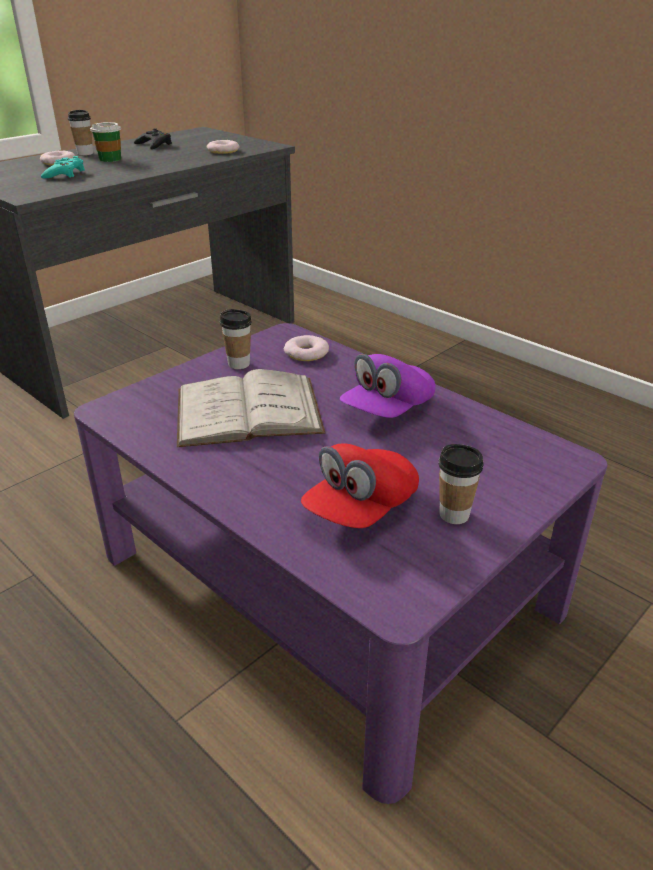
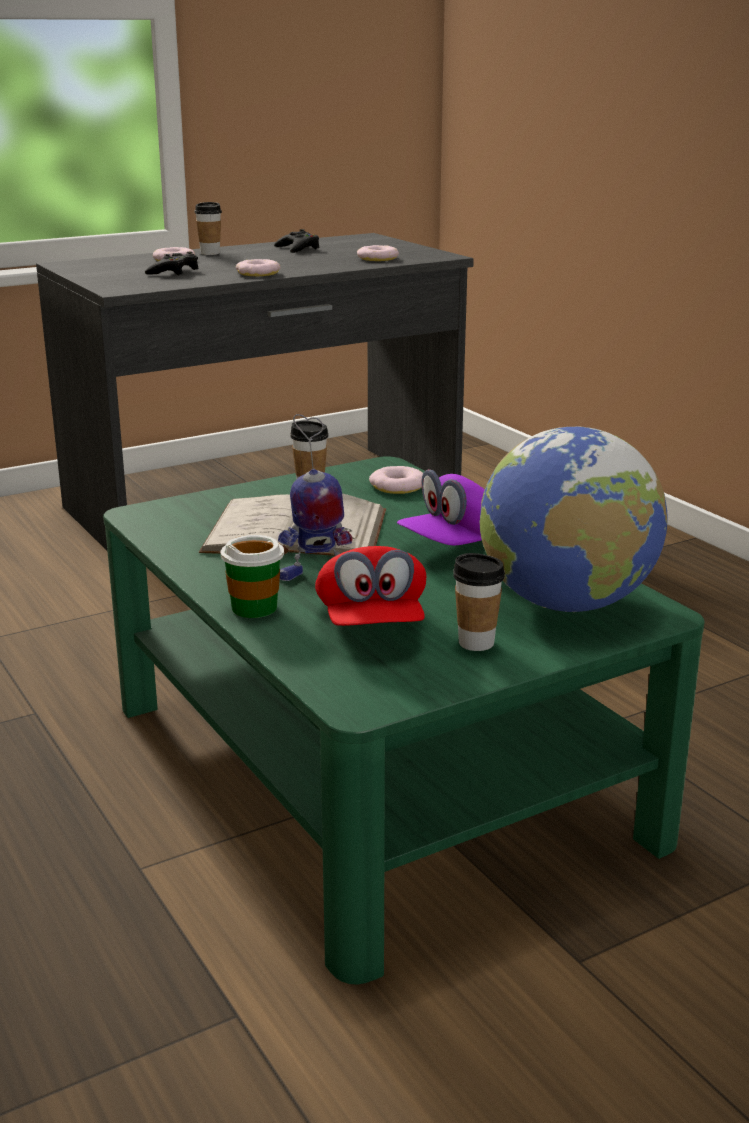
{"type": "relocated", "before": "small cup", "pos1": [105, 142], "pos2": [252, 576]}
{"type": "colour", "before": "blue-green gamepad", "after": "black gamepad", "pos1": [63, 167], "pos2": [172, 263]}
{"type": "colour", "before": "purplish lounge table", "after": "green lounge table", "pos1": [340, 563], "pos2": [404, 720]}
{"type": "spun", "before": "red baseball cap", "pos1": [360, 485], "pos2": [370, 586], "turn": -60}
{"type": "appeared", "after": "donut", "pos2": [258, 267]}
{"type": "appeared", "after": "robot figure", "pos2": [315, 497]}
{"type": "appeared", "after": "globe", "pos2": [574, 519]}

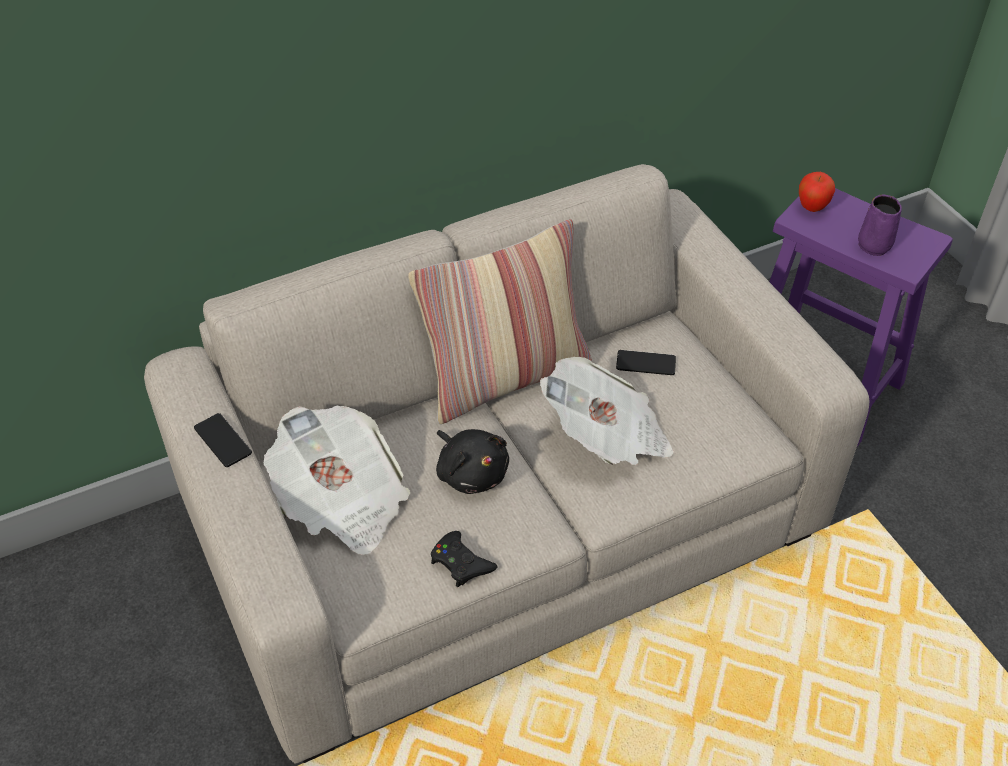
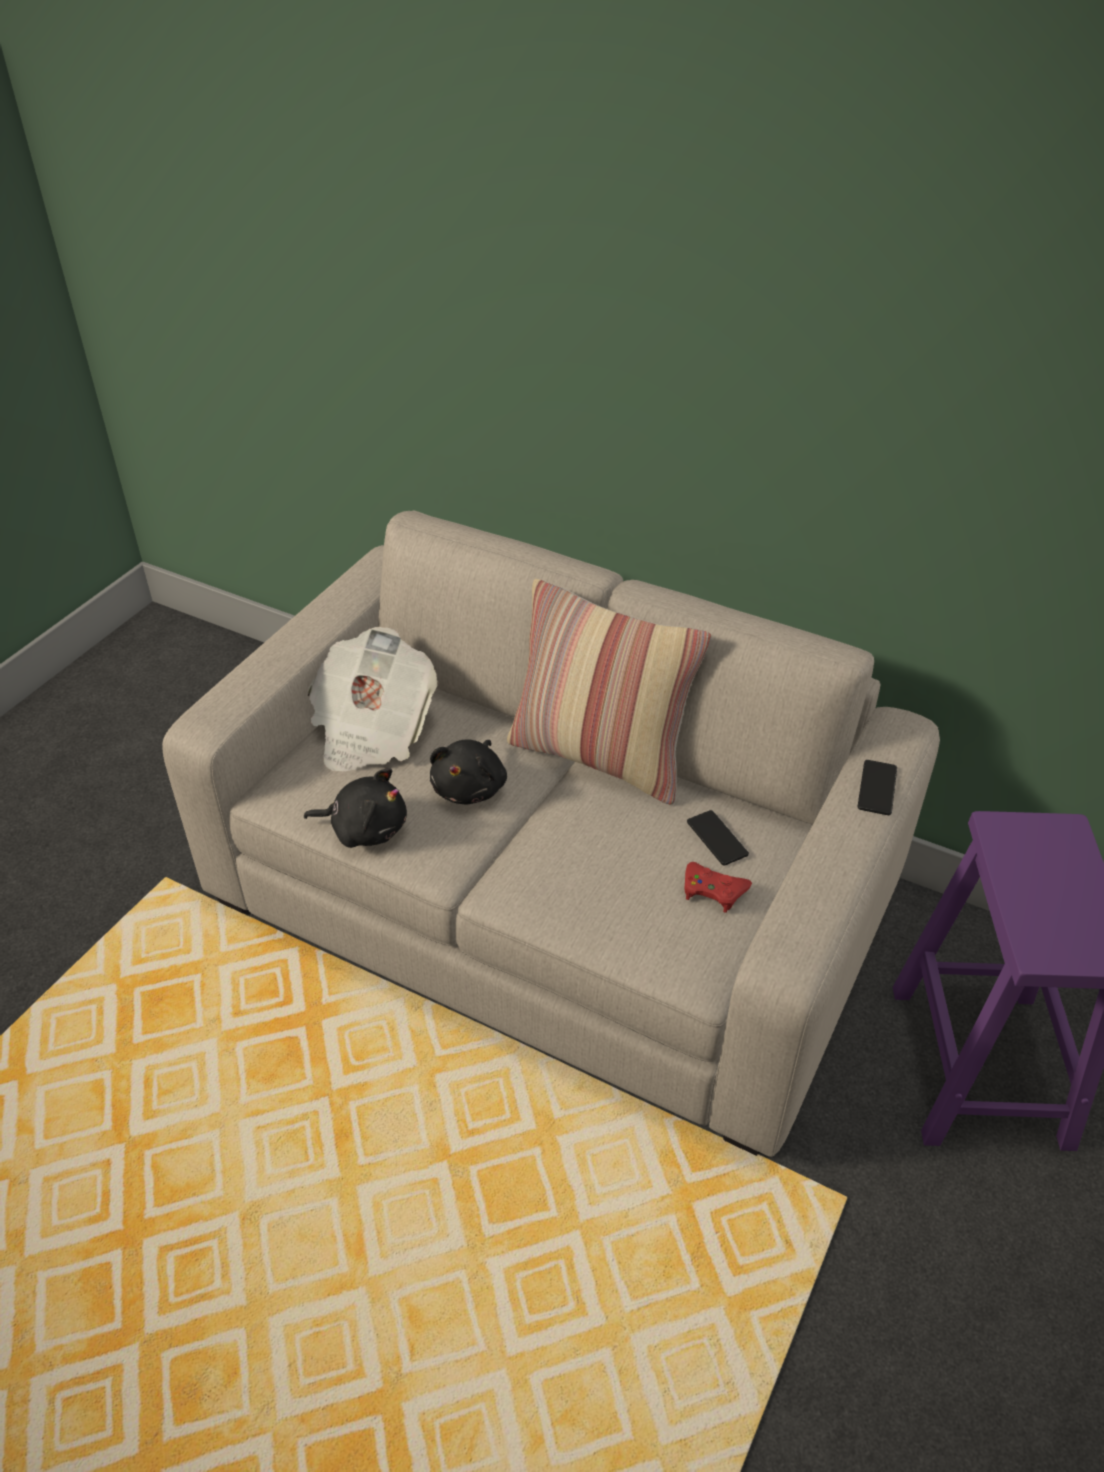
{"type": "missing", "before": "whole apple", "pos1": [817, 192]}
{"type": "missing", "before": "purplish mug", "pos1": [880, 225]}
{"type": "missing", "before": "printed paper", "pos1": [607, 411]}
{"type": "relocated", "before": "handset", "pos1": [223, 440], "pos2": [877, 787]}
{"type": "exchanged", "before": "black gamepad", "after": "black cuddly toy", "pos1": [464, 559], "pos2": [355, 808]}
{"type": "appeared", "after": "red gamepad", "pos2": [718, 887]}

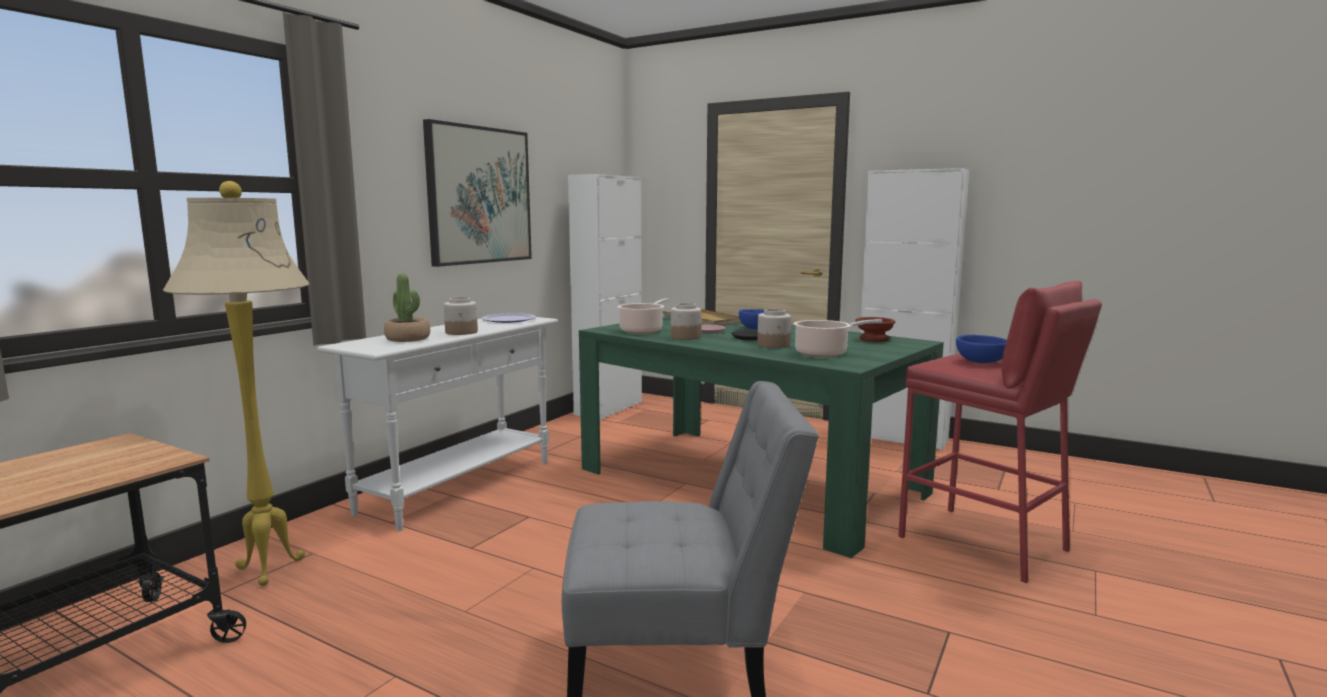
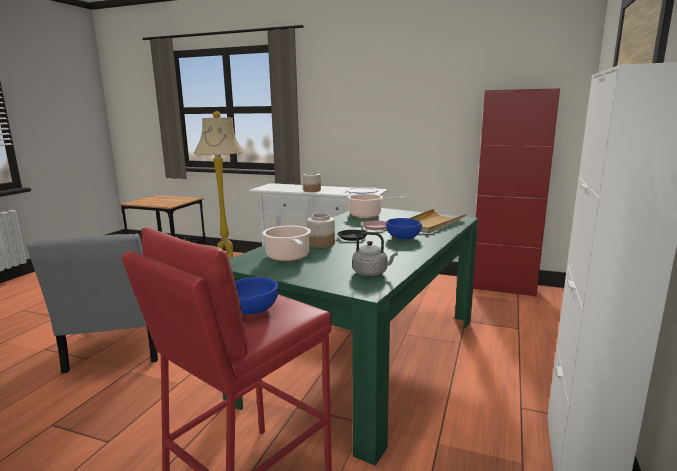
{"type": "missing", "before": "picture", "pos1": [477, 193]}
{"type": "colour", "before": "whitish storage cabinet", "after": "red storage cabinet", "pos1": [605, 297], "pos2": [516, 192]}
{"type": "missing", "before": "houseplant", "pos1": [407, 308]}
{"type": "missing", "before": "preserve jar", "pos1": [686, 321]}
{"type": "exchanged", "before": "brown-coloured bowl", "after": "gray tea kettle", "pos1": [875, 329], "pos2": [375, 254]}

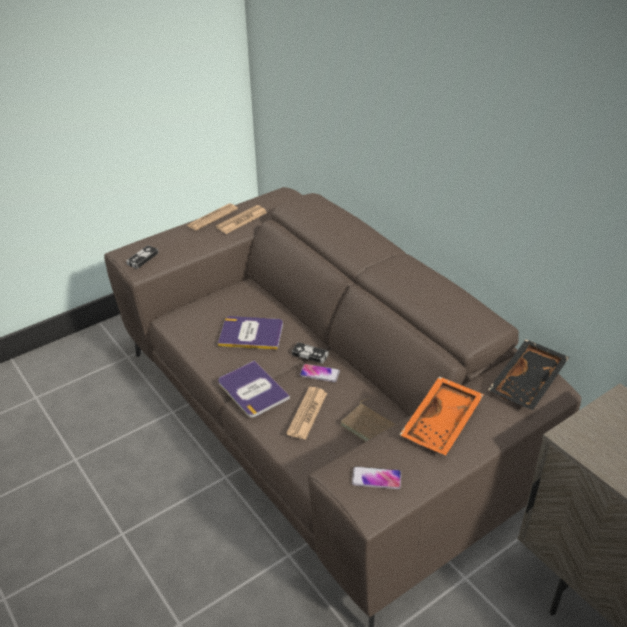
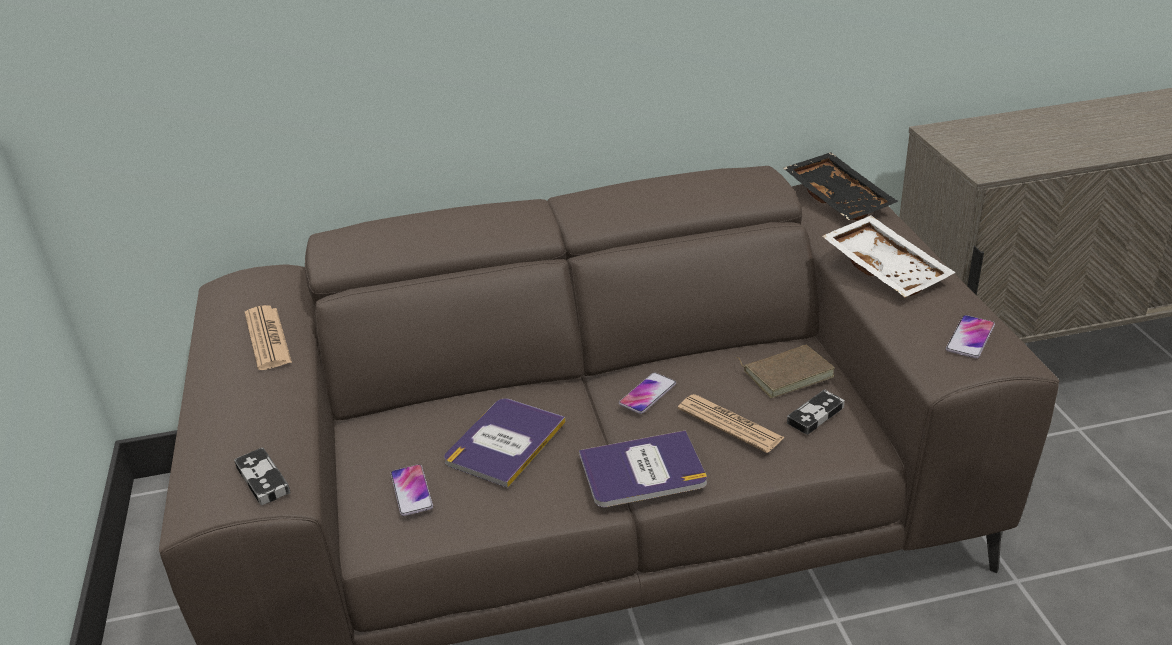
{"type": "missing", "before": "printed paper", "pos1": [212, 217]}
{"type": "relocated", "before": "gamepad", "pos1": [310, 353], "pos2": [816, 412]}
{"type": "colour", "before": "orange tray", "after": "whitish tray", "pos1": [442, 415], "pos2": [889, 256]}
{"type": "appeared", "after": "handset", "pos2": [412, 490]}

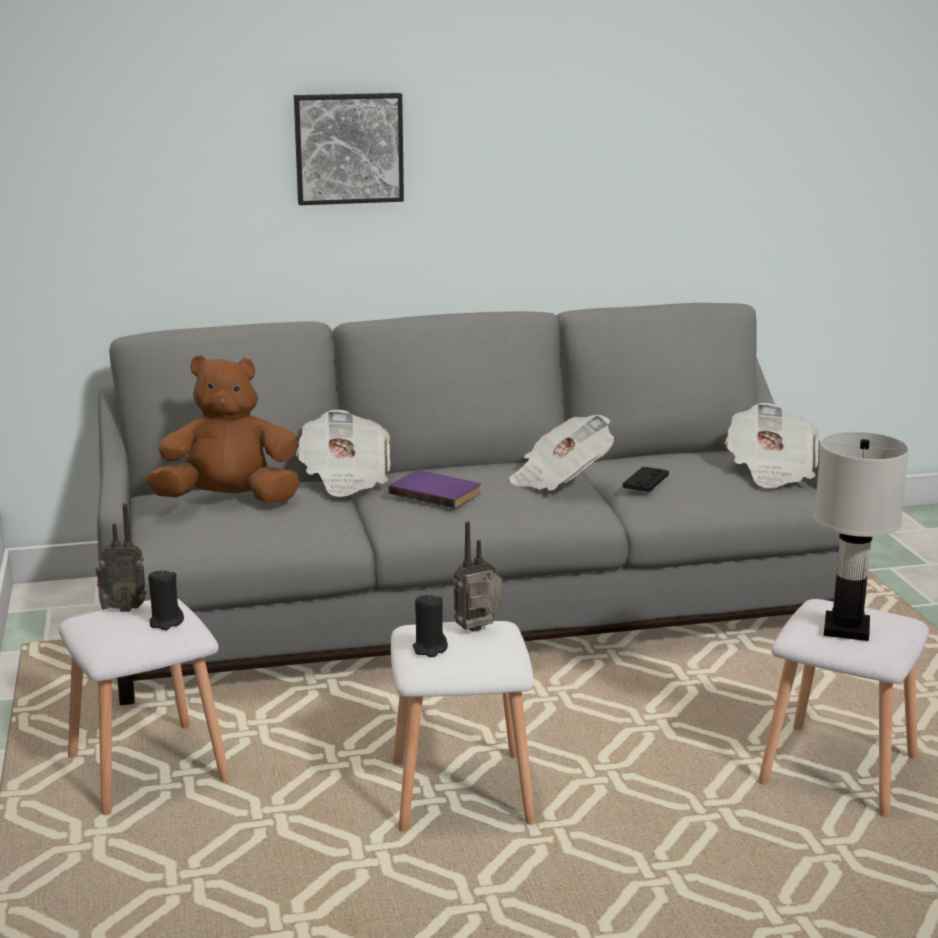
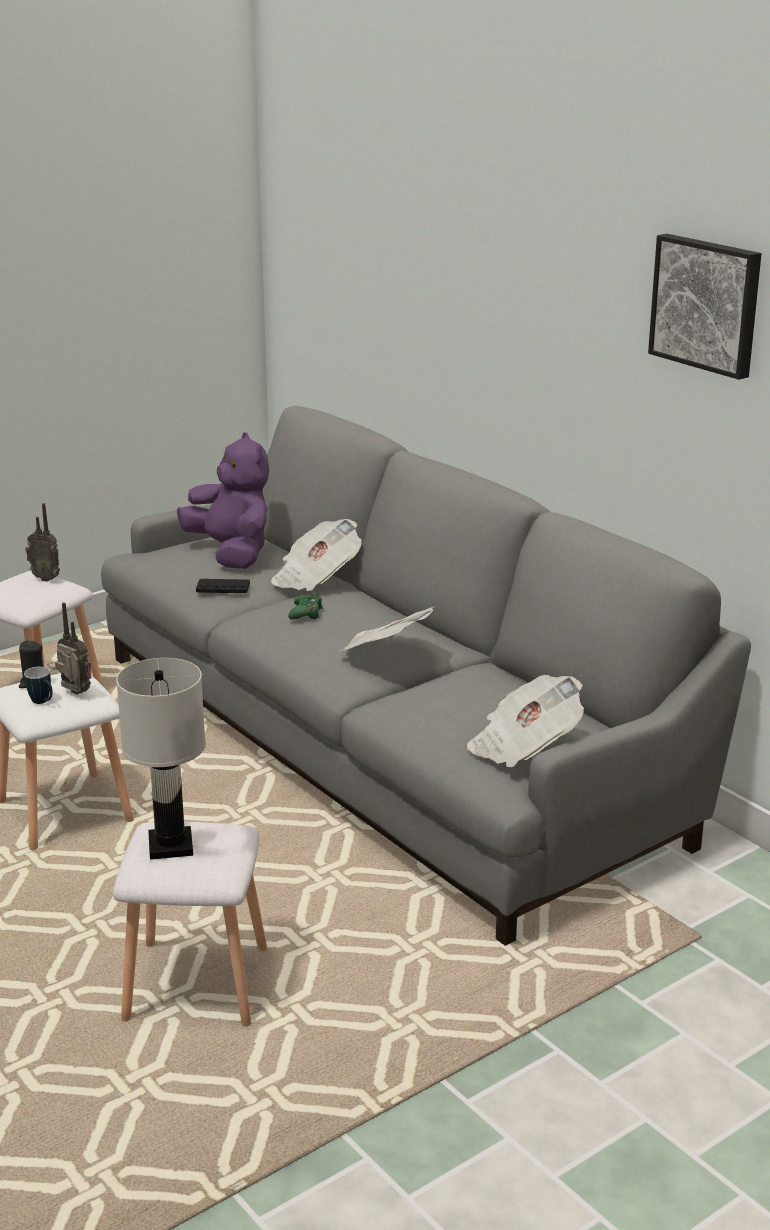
{"type": "relocated", "before": "picture", "pos1": [349, 149], "pos2": [705, 307]}
{"type": "colour", "before": "brown-coloured cuddly toy", "after": "purplish cuddly toy", "pos1": [223, 429], "pos2": [223, 500]}
{"type": "relocated", "before": "black gamepad", "pos1": [646, 479], "pos2": [223, 586]}
{"type": "exchanged", "before": "purplish book", "after": "green gamepad", "pos1": [434, 489], "pos2": [305, 606]}
{"type": "spun", "before": "radio set", "pos1": [121, 557], "pos2": [43, 542], "turn": -45}
{"type": "missing", "before": "black wax light", "pos1": [166, 599]}
{"type": "appeared", "after": "mug", "pos2": [38, 685]}

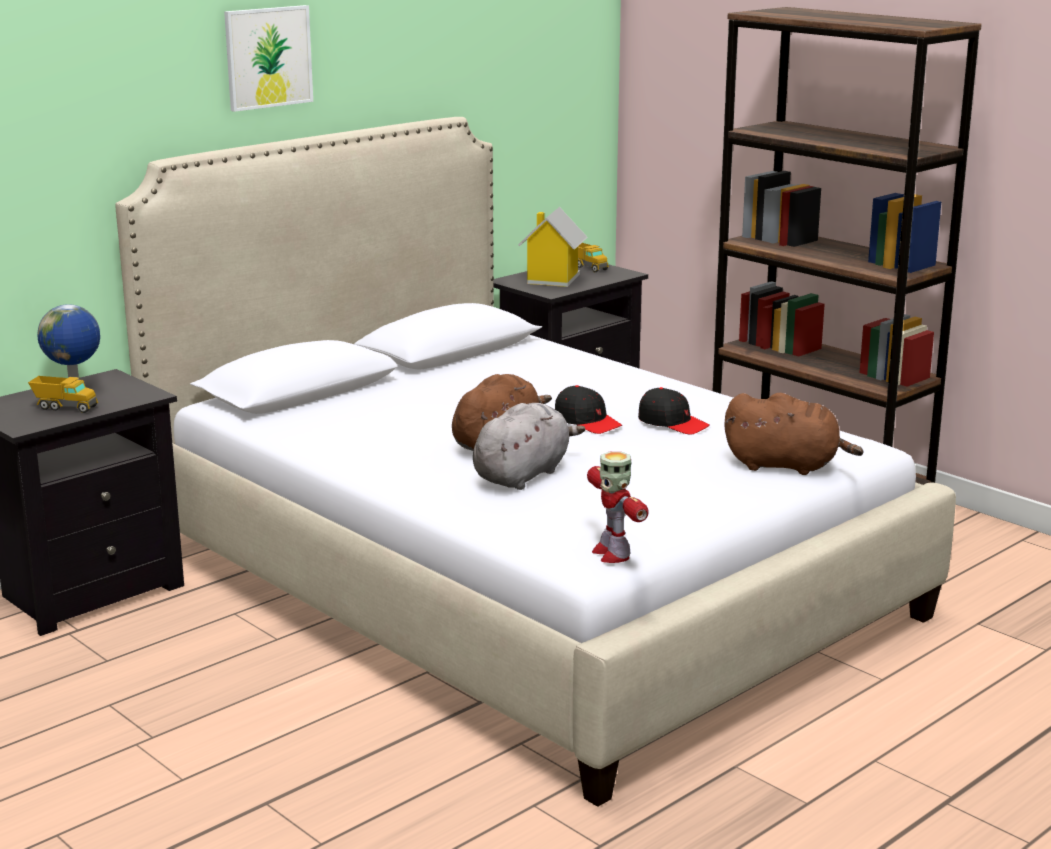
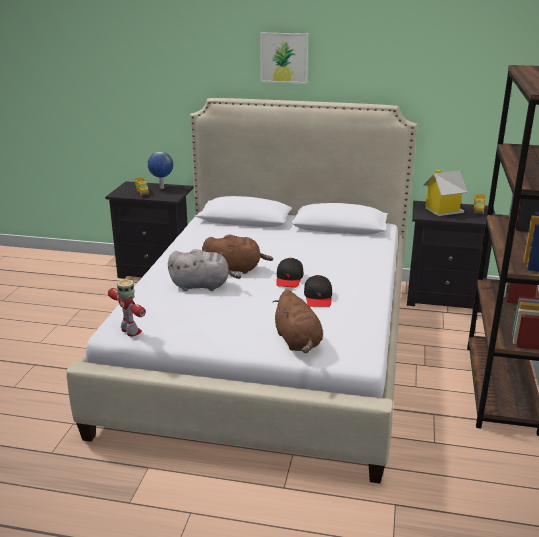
{"type": "spun", "before": "robot figure", "pos1": [618, 507], "pos2": [127, 308], "turn": 105}

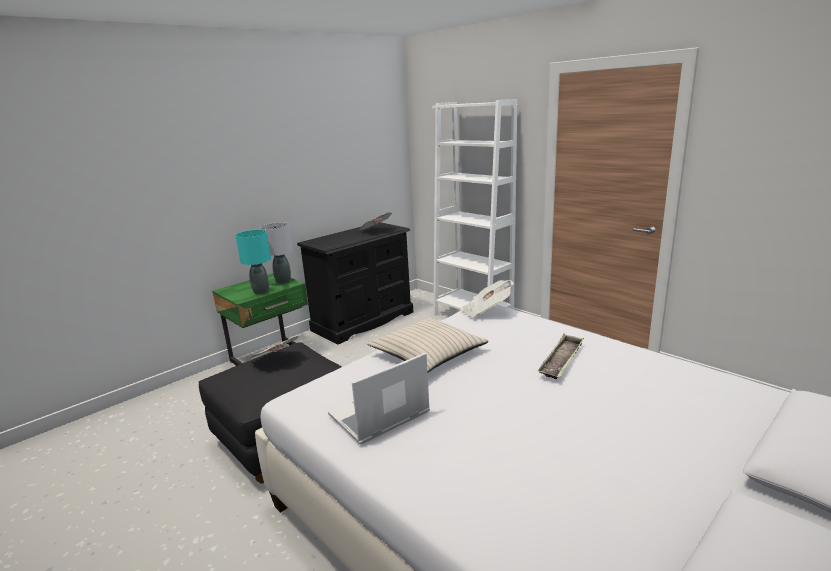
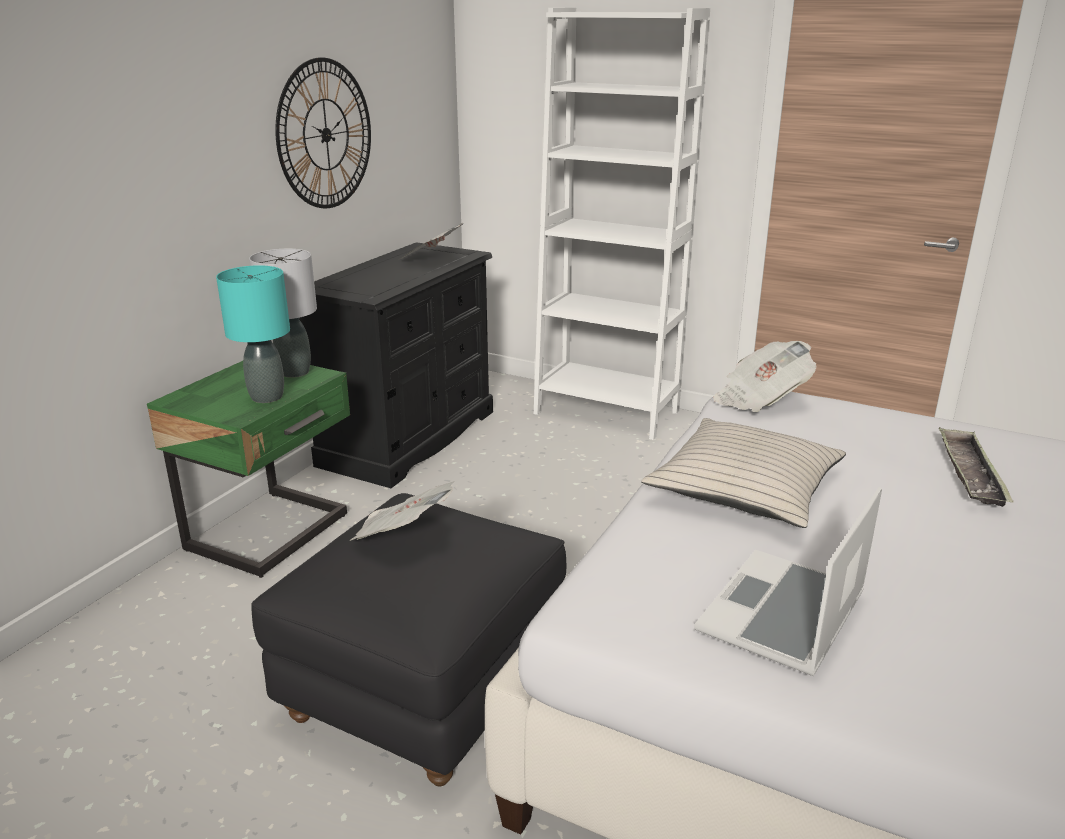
{"type": "appeared", "after": "wall clock", "pos2": [323, 133]}

